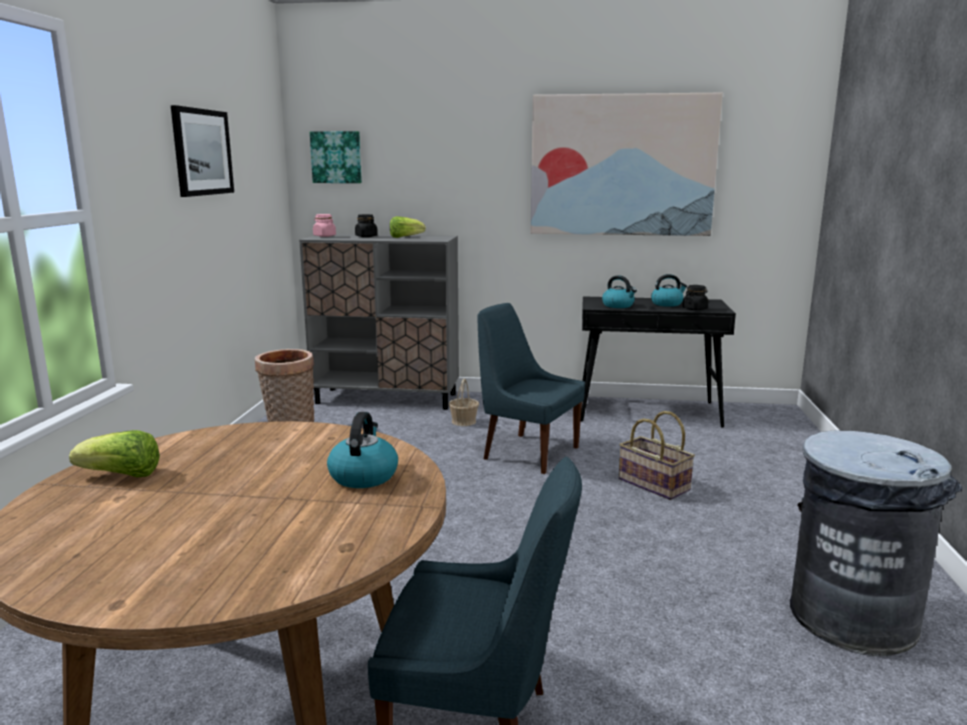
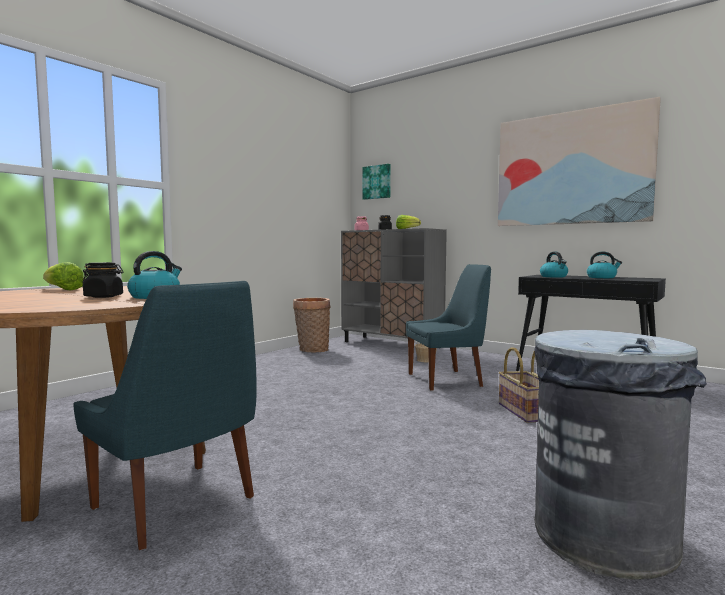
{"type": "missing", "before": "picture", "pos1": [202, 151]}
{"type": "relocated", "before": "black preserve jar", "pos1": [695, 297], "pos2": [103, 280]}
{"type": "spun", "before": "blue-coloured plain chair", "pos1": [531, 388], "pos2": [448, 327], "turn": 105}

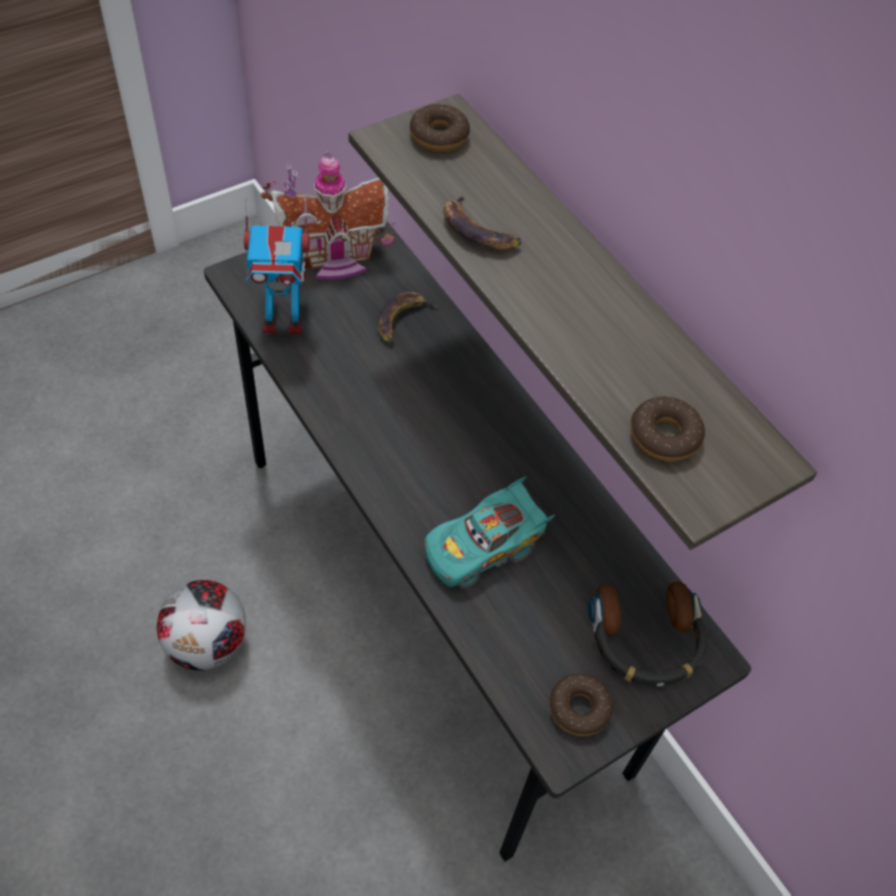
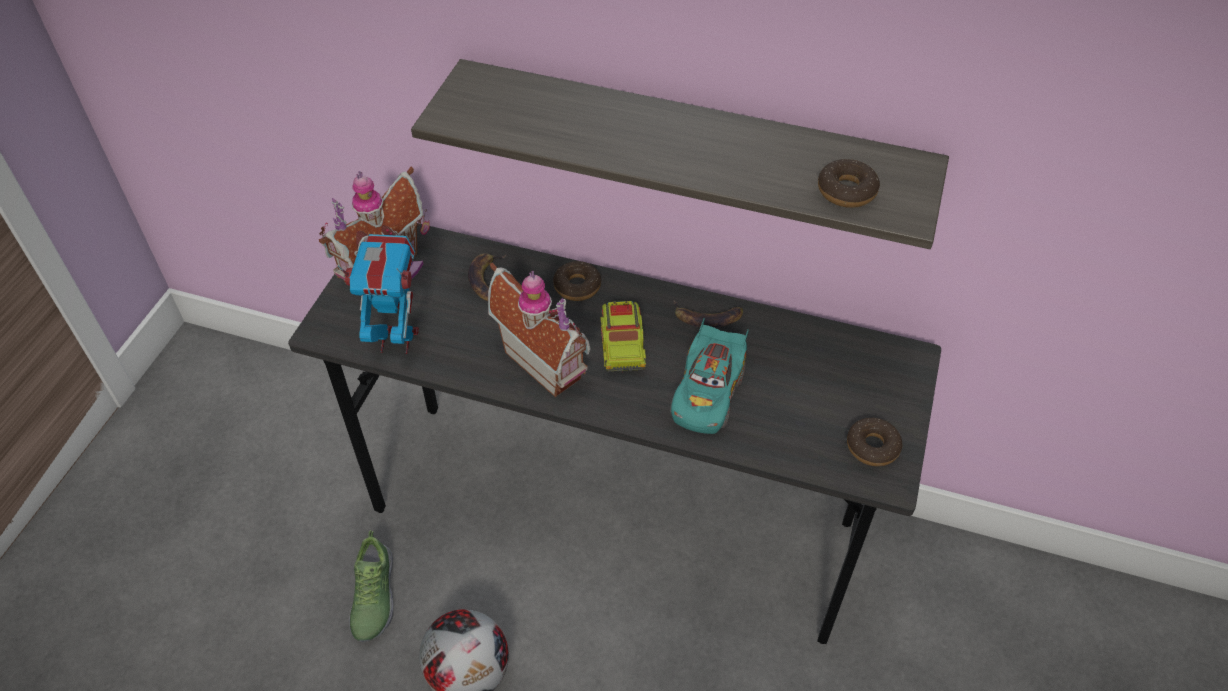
{"type": "relocated", "before": "donut", "pos1": [440, 128], "pos2": [577, 281]}
{"type": "relocated", "before": "banana fruit", "pos1": [482, 221], "pos2": [708, 314]}
{"type": "spun", "before": "robot figure", "pos1": [277, 266], "pos2": [378, 294], "turn": -135}
{"type": "missing", "before": "headset", "pos1": [647, 633]}
{"type": "appeared", "after": "toy house", "pos2": [539, 329]}
{"type": "appeared", "after": "toy lorry", "pos2": [623, 337]}
{"type": "appeared", "after": "shoe", "pos2": [371, 586]}

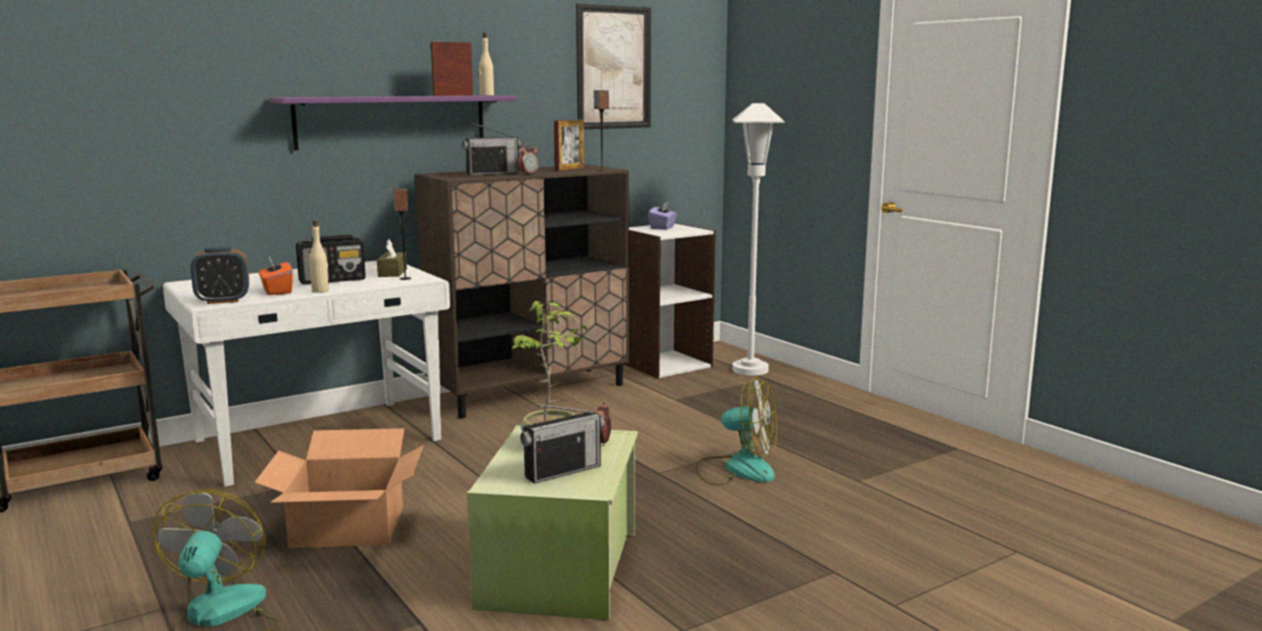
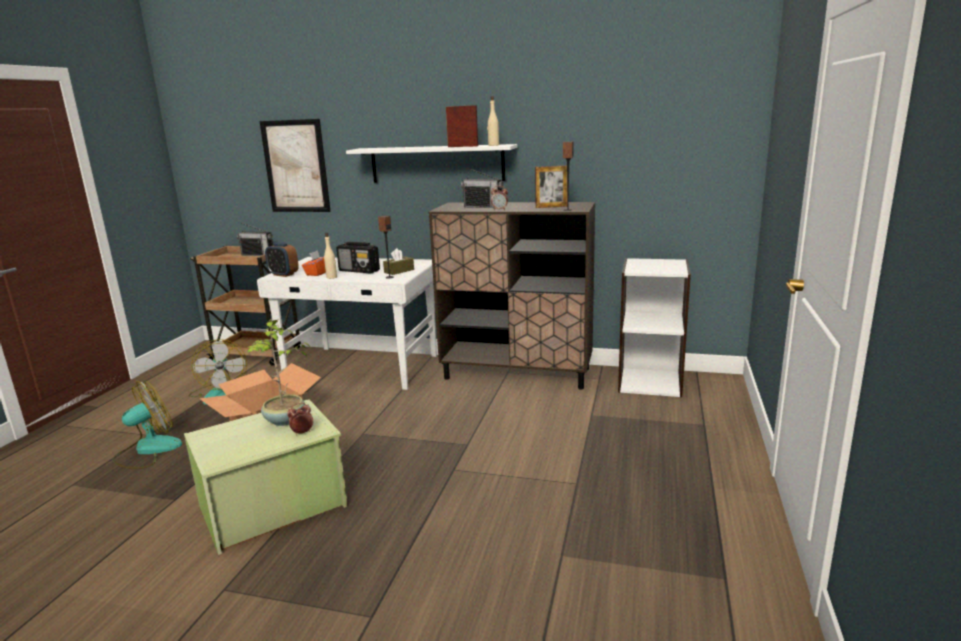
{"type": "relocated", "before": "picture", "pos1": [613, 66], "pos2": [295, 165]}
{"type": "colour", "before": "purplish wall shelf", "after": "whitish wall shelf", "pos1": [393, 122], "pos2": [431, 163]}
{"type": "missing", "before": "whitish floor lamp", "pos1": [758, 239]}
{"type": "missing", "before": "purplish box of tissues", "pos1": [662, 215]}
{"type": "relocated", "before": "cooling fan", "pos1": [736, 431], "pos2": [218, 372]}
{"type": "relocated", "before": "radio set", "pos1": [562, 443], "pos2": [255, 239]}

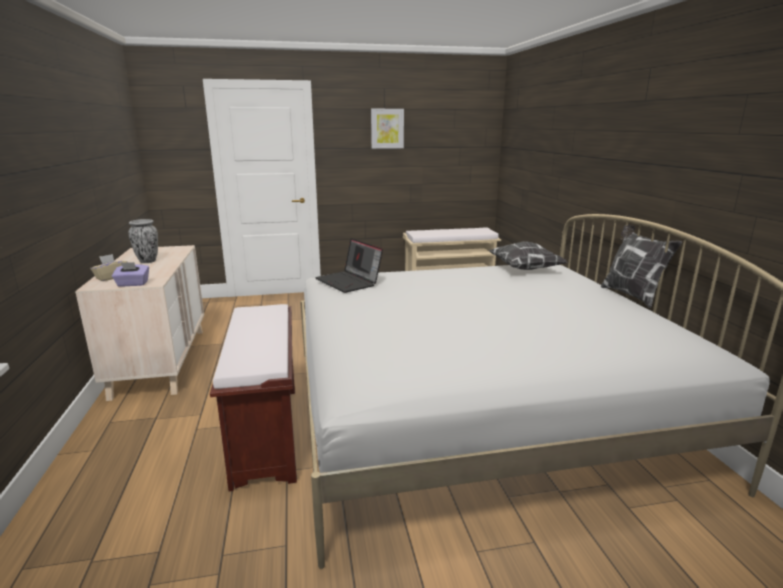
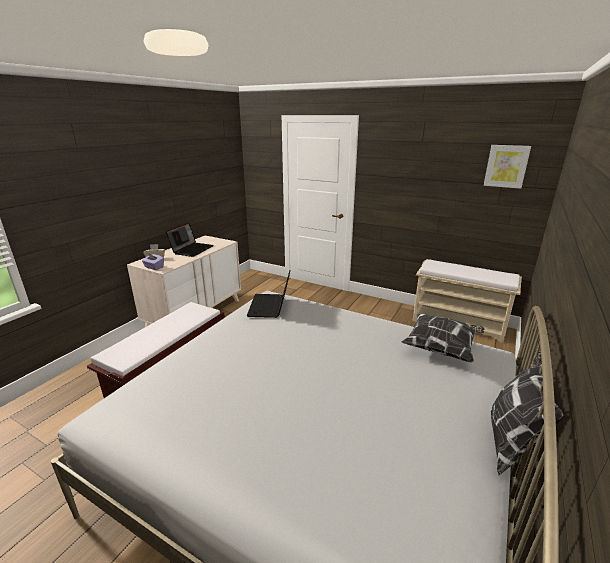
{"type": "relocated", "before": "picture", "pos1": [387, 129], "pos2": [507, 167]}
{"type": "exchanged", "before": "flower vase", "after": "portable computer", "pos1": [143, 241], "pos2": [190, 239]}

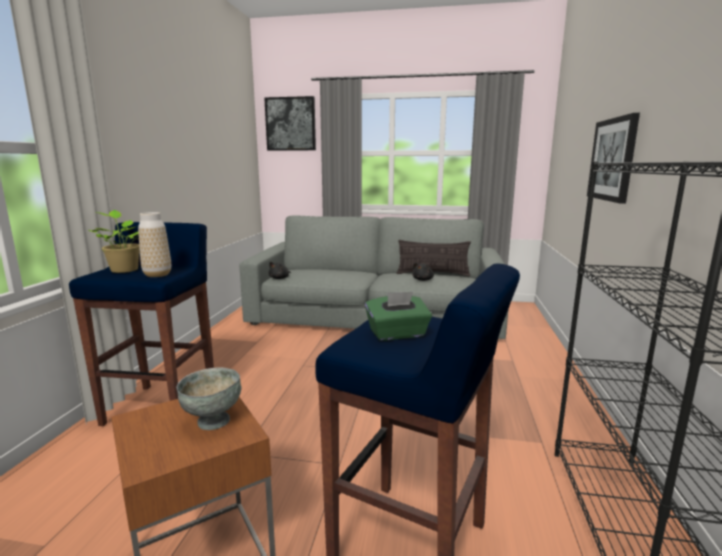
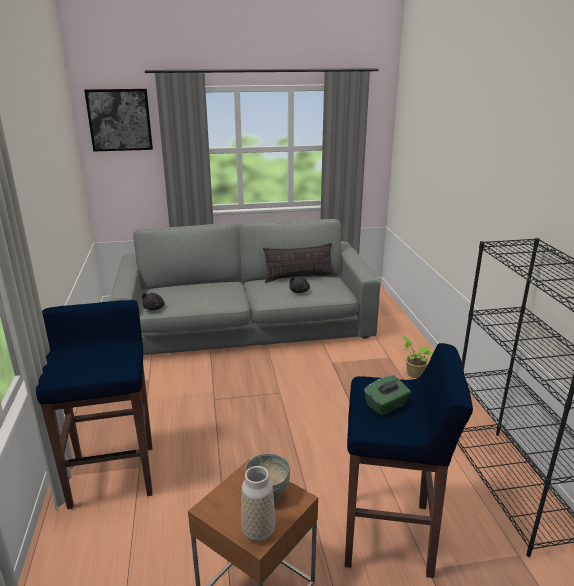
{"type": "missing", "before": "picture", "pos1": [613, 158]}
{"type": "relocated", "before": "houseplant", "pos1": [114, 241], "pos2": [417, 356]}
{"type": "relocated", "before": "flower vase", "pos1": [154, 244], "pos2": [258, 504]}

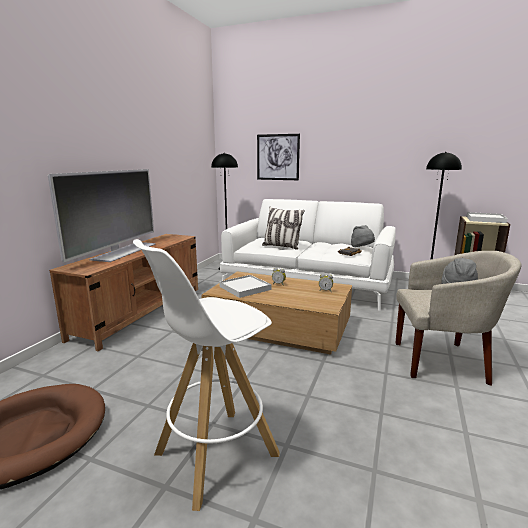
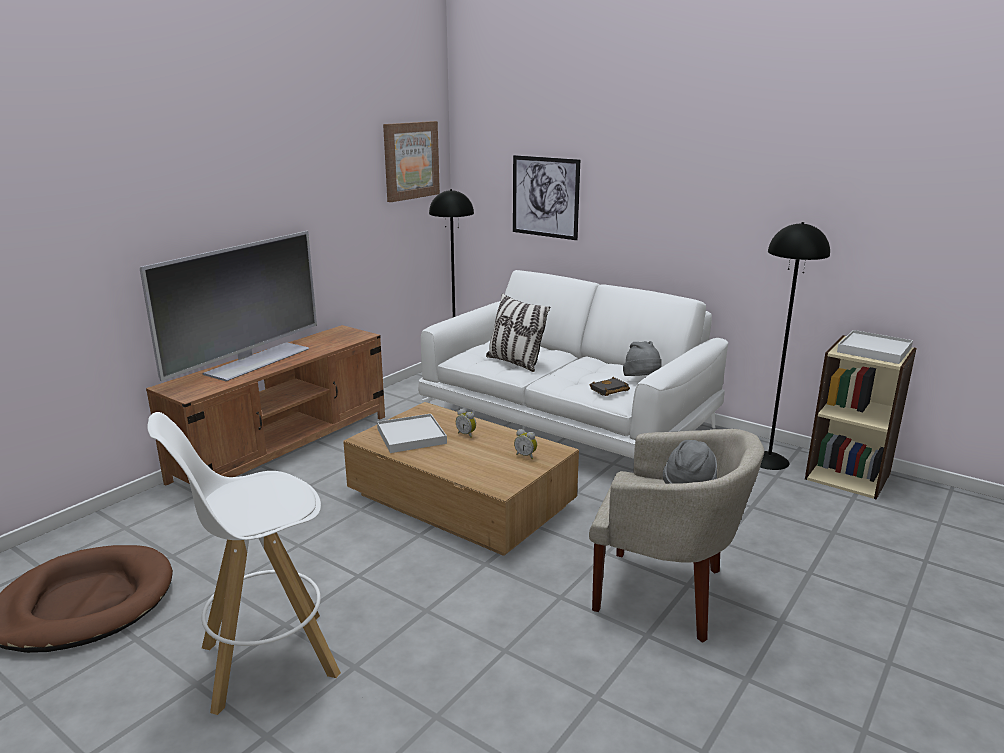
{"type": "appeared", "after": "picture", "pos2": [411, 161]}

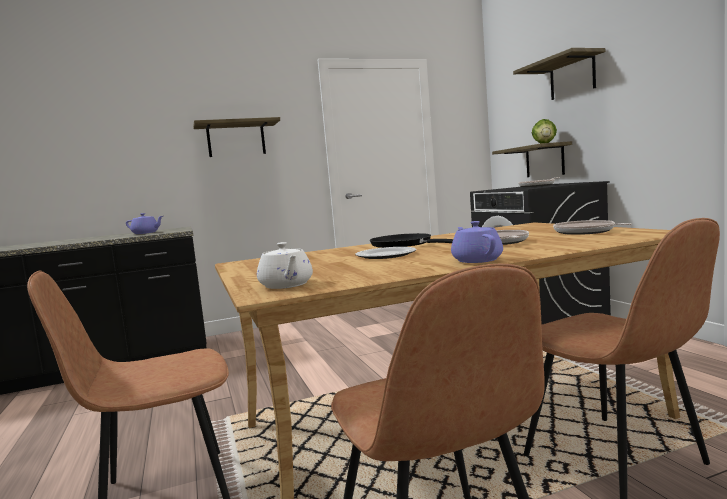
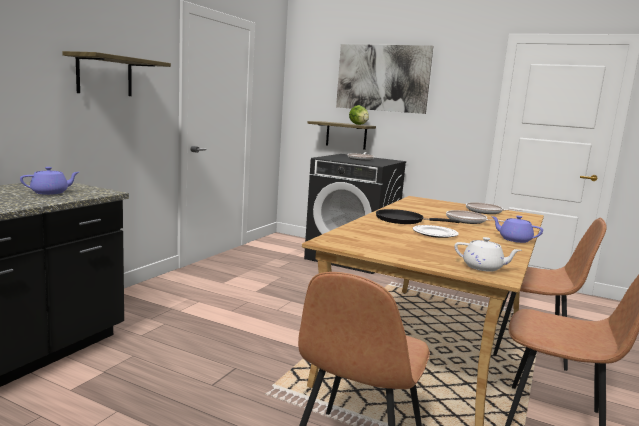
{"type": "exchanged", "before": "wall shelf", "after": "picture", "pos1": [559, 74], "pos2": [384, 79]}

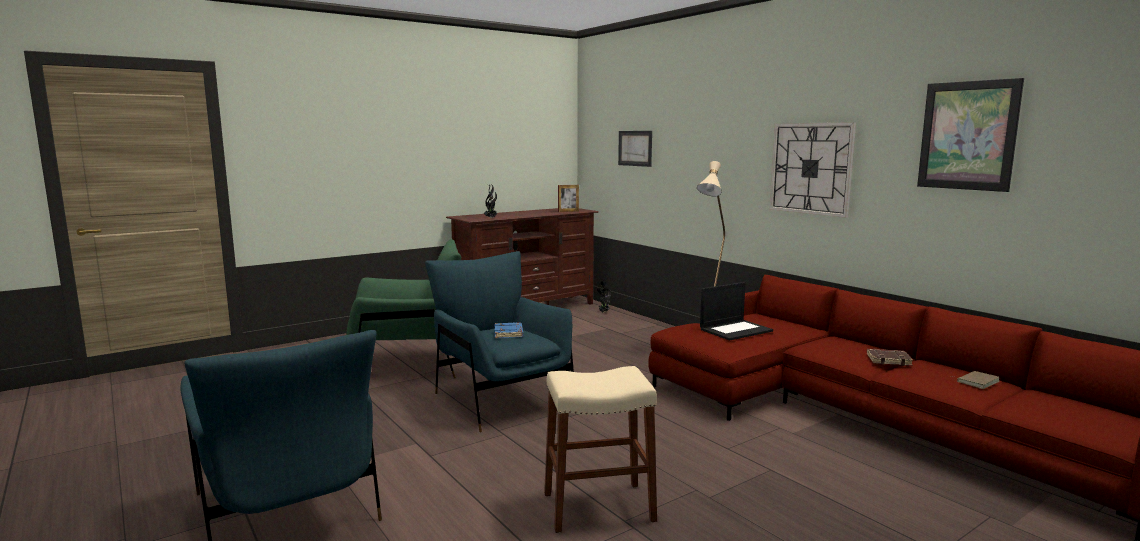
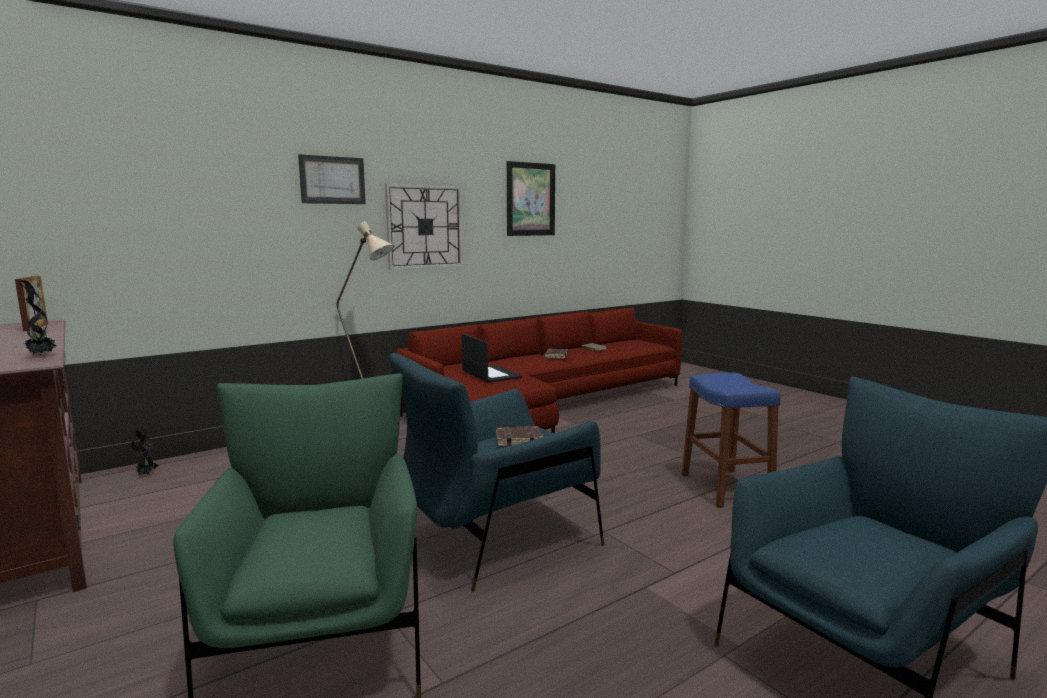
{"type": "relocated", "before": "picture", "pos1": [635, 149], "pos2": [332, 179]}
{"type": "colour", "before": "blue-coloured book", "after": "brown-coloured book", "pos1": [508, 330], "pos2": [519, 436]}
{"type": "colour", "before": "sand-coloured stool", "after": "blue-coloured stool", "pos1": [600, 449], "pos2": [731, 440]}

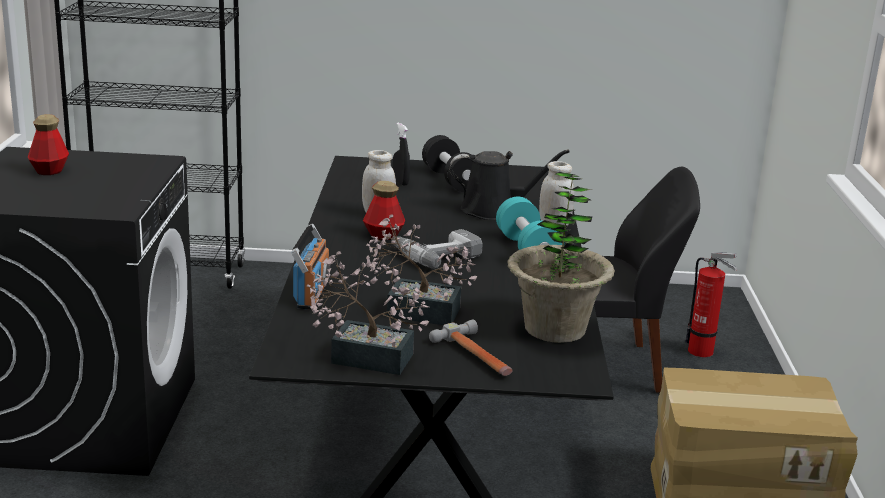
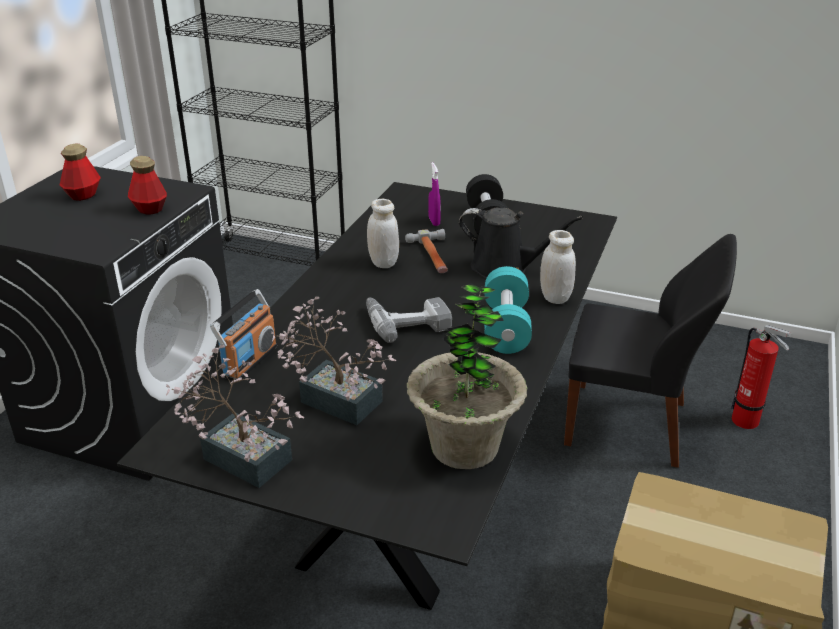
{"type": "colour", "before": "black hand sprayer", "after": "purplish hand sprayer", "pos1": [401, 154], "pos2": [434, 194]}
{"type": "relocated", "before": "beverage bottle", "pos1": [384, 210], "pos2": [147, 185]}
{"type": "relocated", "before": "hammer", "pos1": [471, 347], "pos2": [426, 251]}

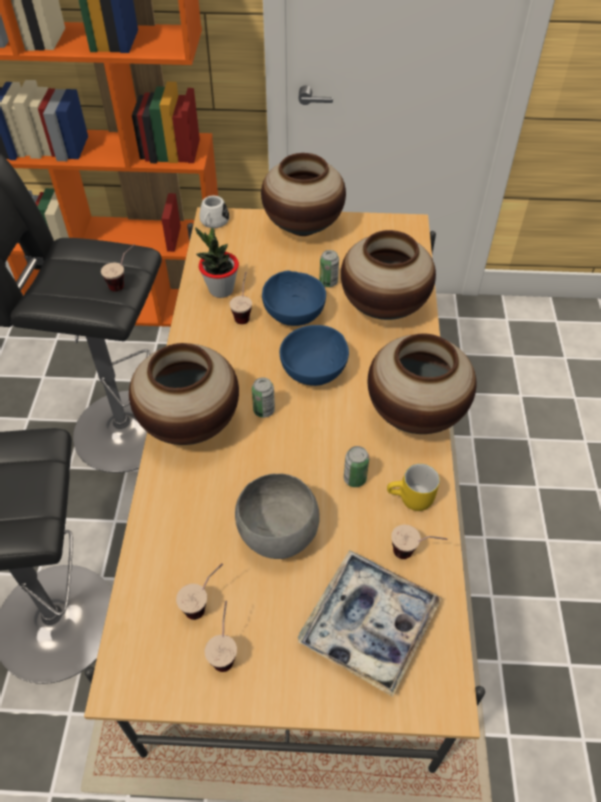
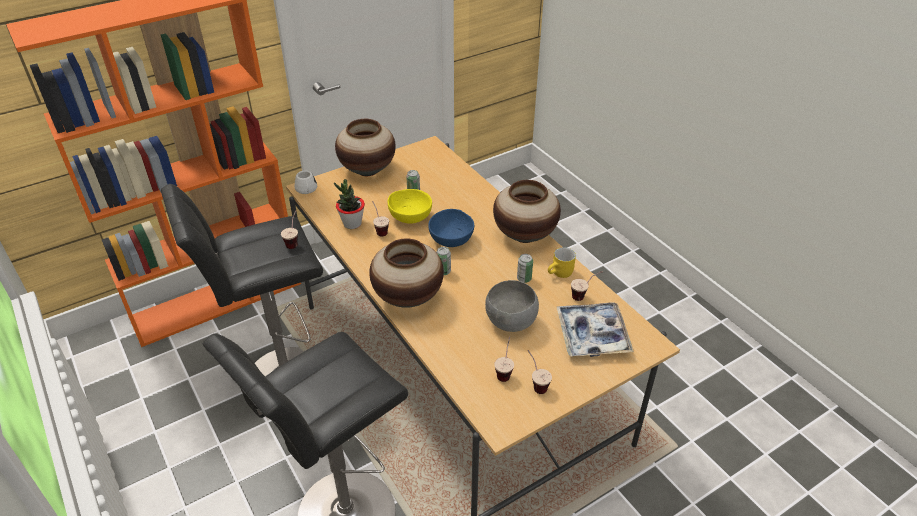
{"type": "missing", "before": "flower vase", "pos1": [388, 275]}
{"type": "colour", "before": "blue-coloured bowl", "after": "yellowish bowl", "pos1": [294, 298], "pos2": [410, 206]}

